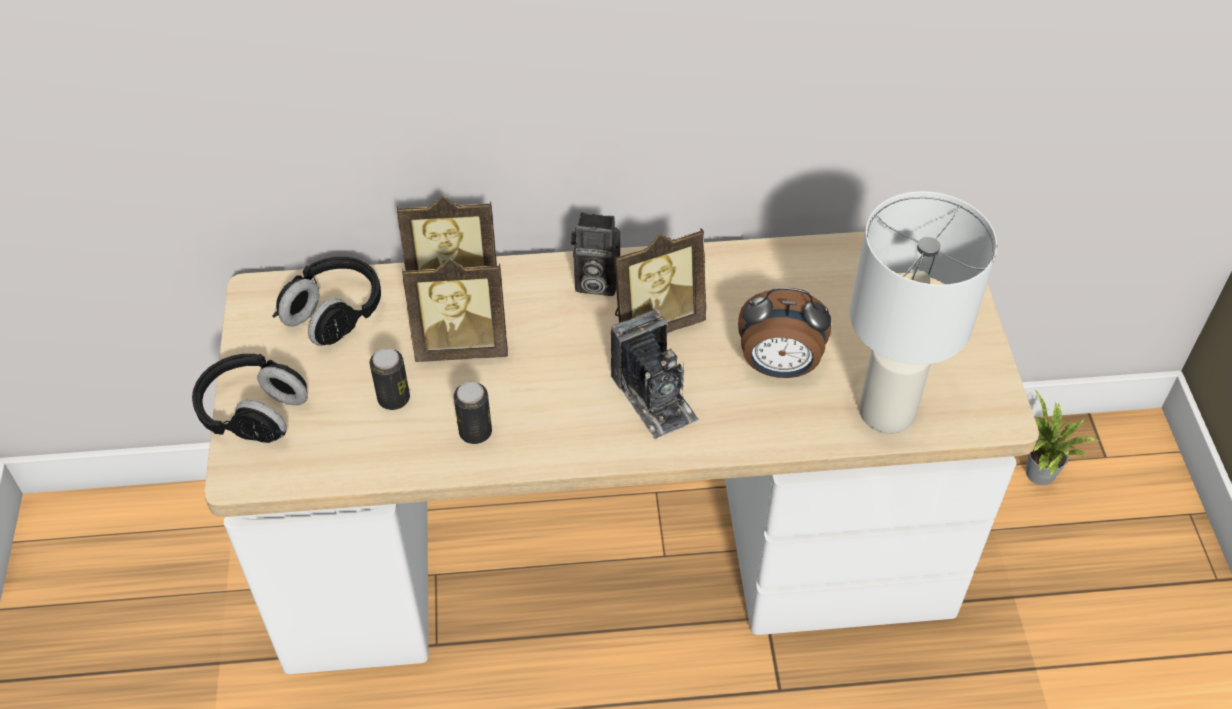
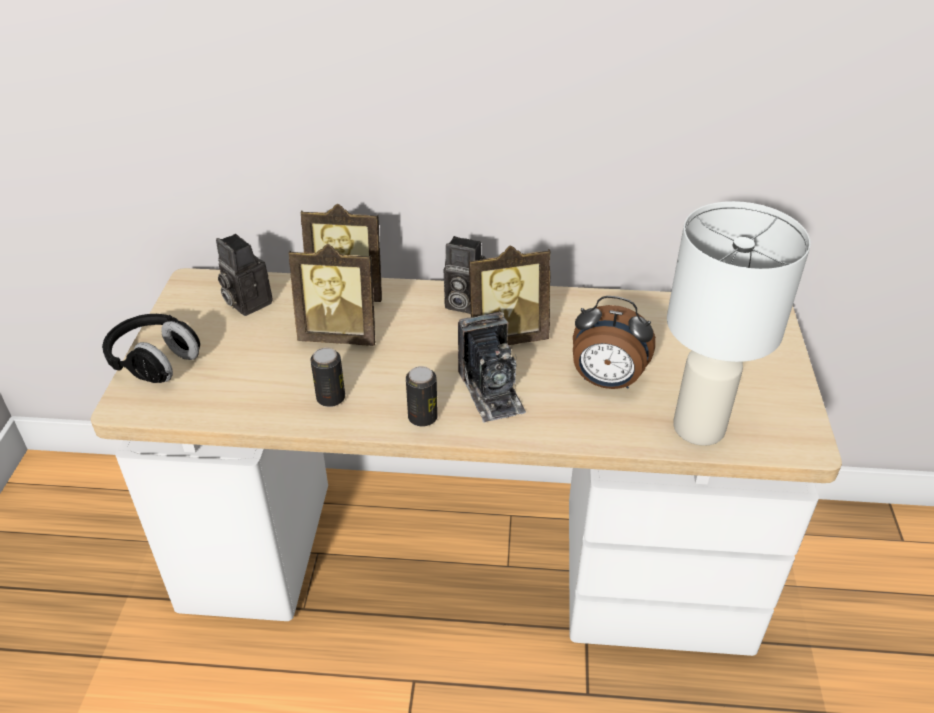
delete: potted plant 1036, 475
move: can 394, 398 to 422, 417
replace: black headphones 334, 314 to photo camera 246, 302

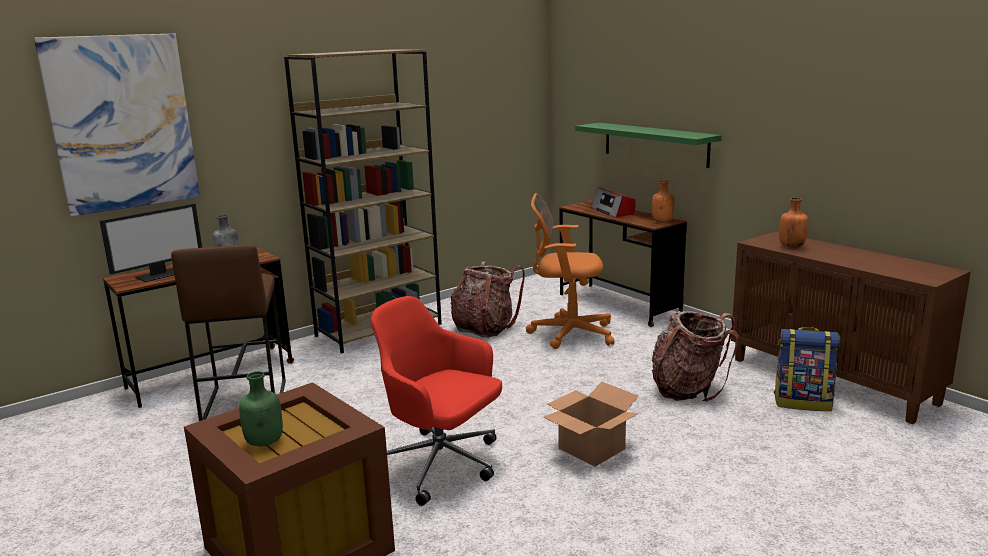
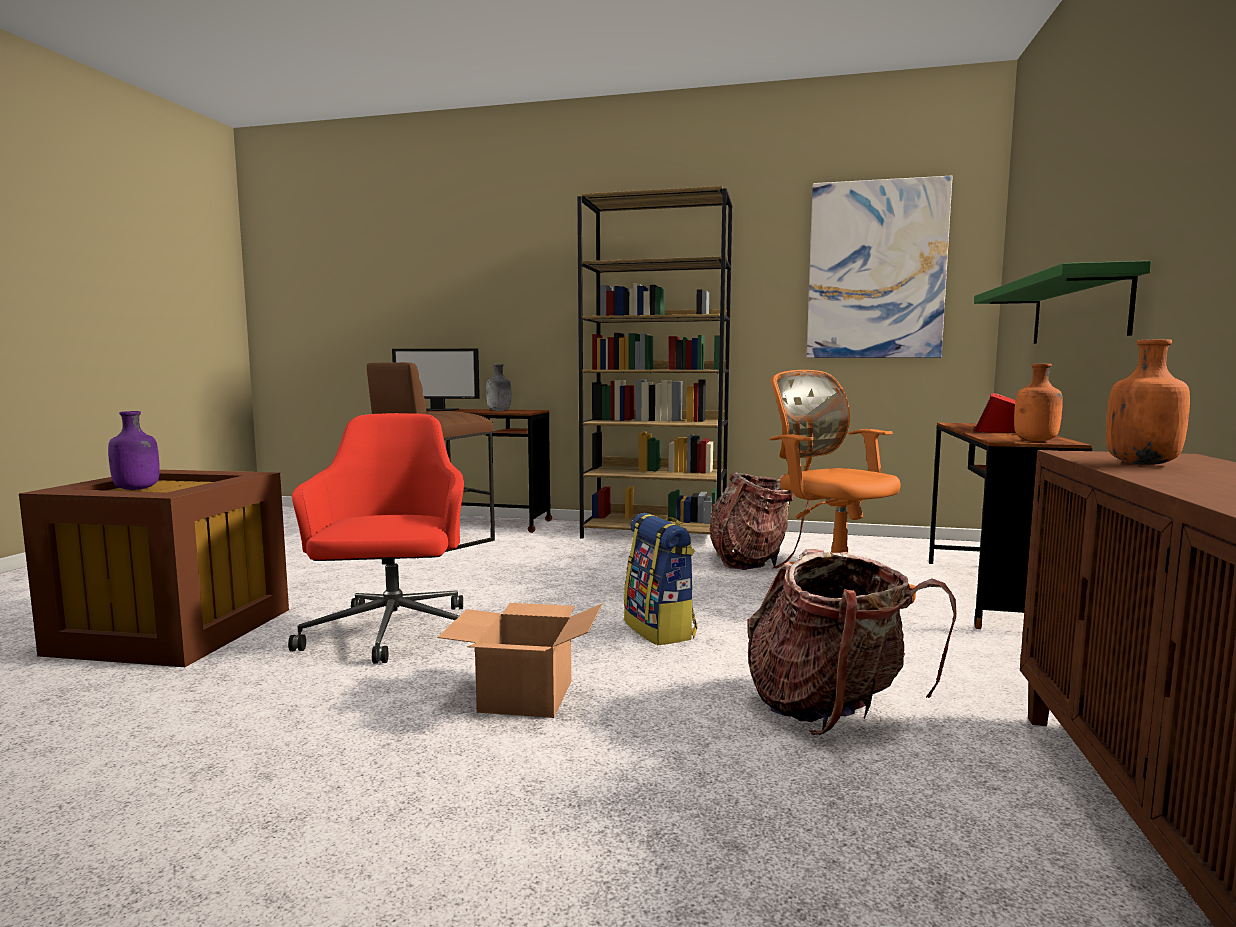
move: picture 122, 123 to 876, 270; backpack 803, 402 to 660, 630
recolor: green bottle 265, 442 to purple bottle 137, 489

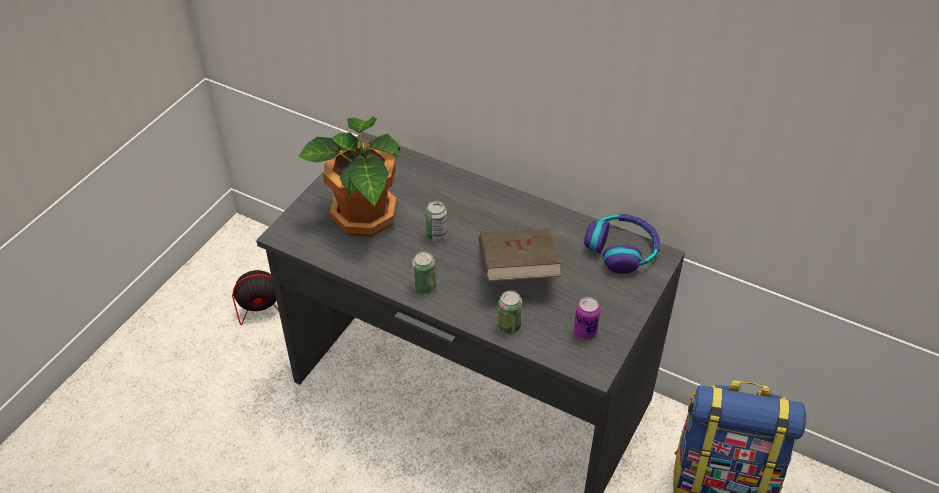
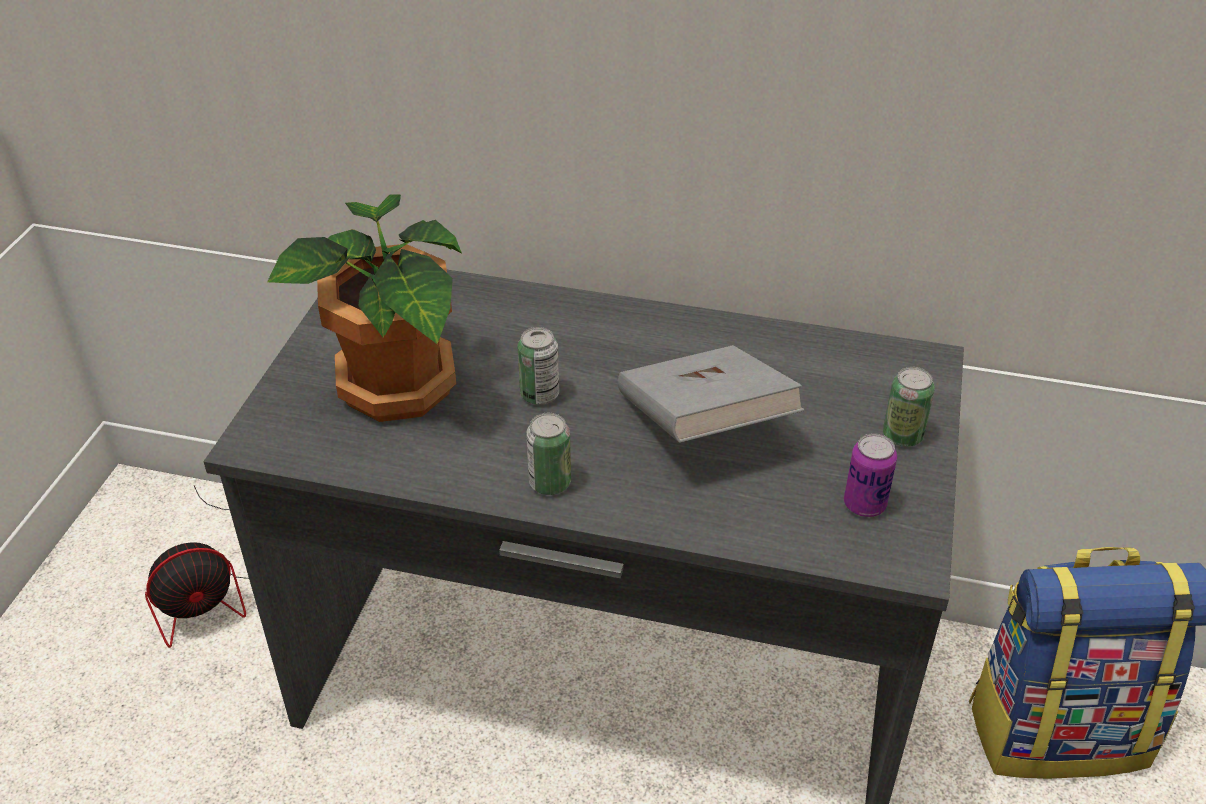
delete: headphones 622, 249
move: can 509, 326 to 902, 436
recolor: brown book 517, 270 to grey book 703, 425

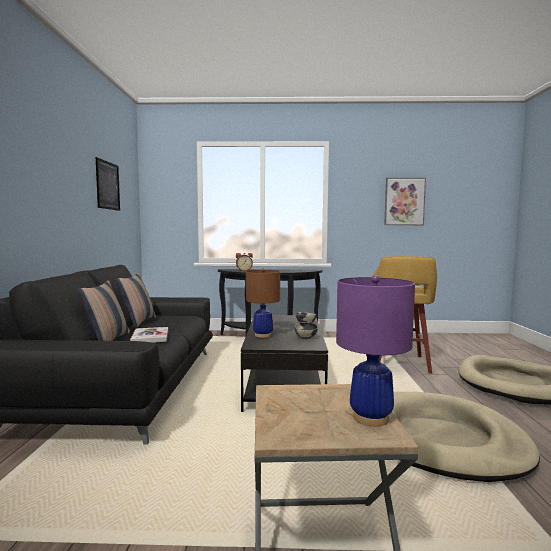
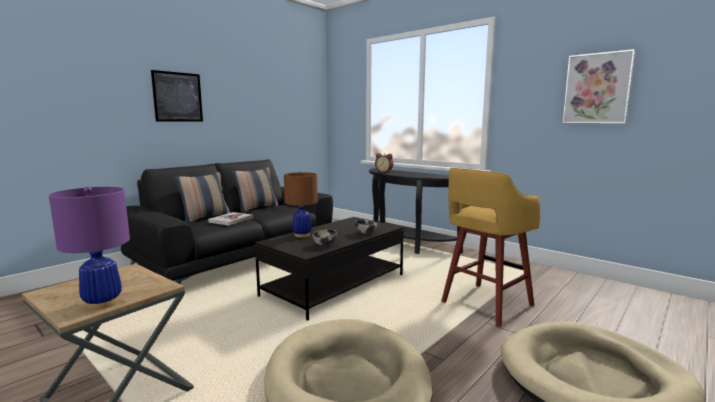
move: picture 108, 185 to 178, 97

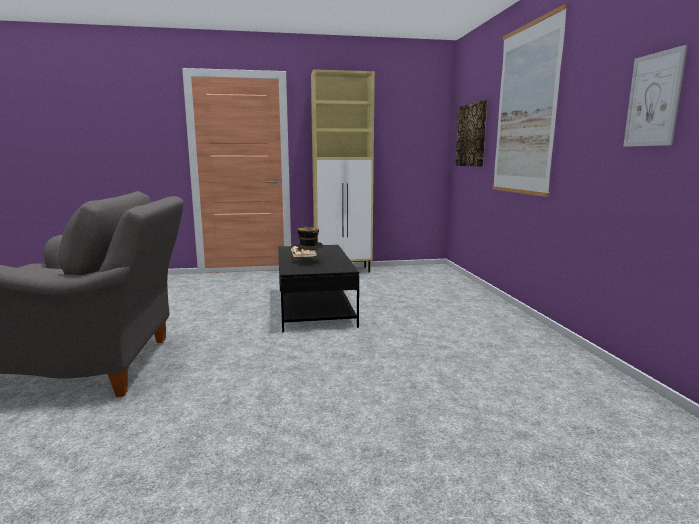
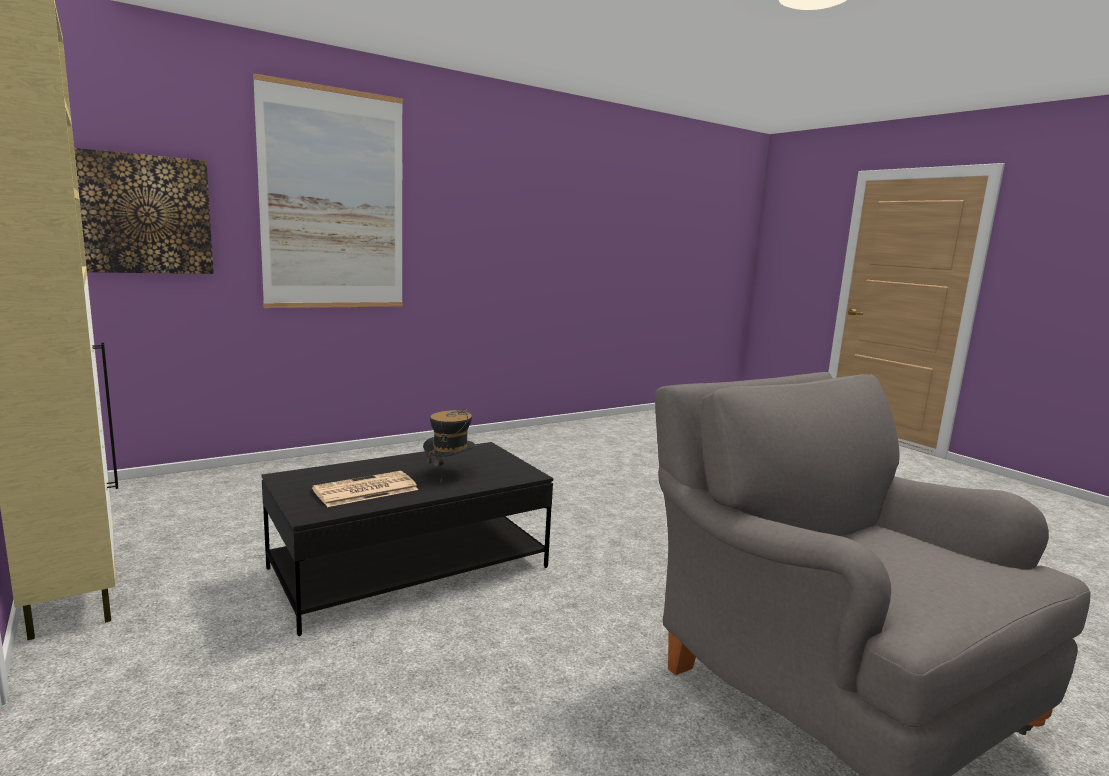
delete: picture 653, 100

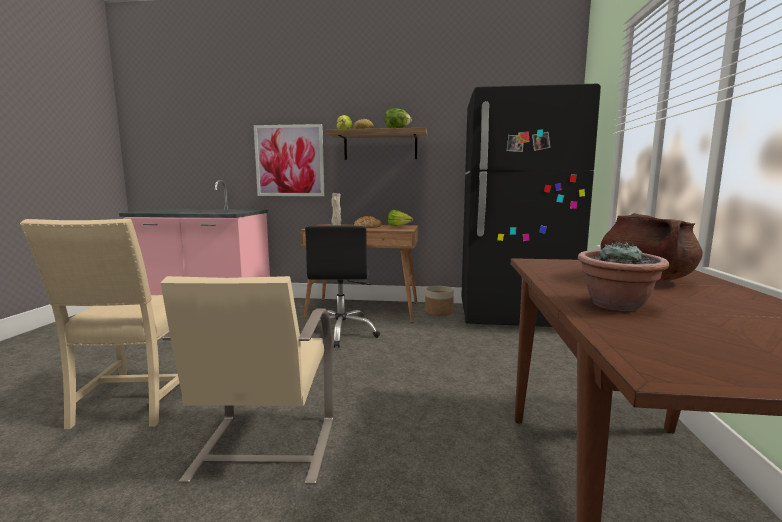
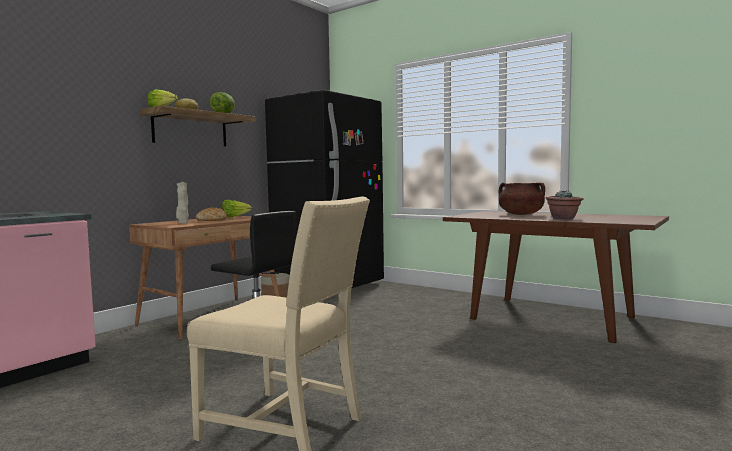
delete: picture 289, 161; beige chair 263, 449

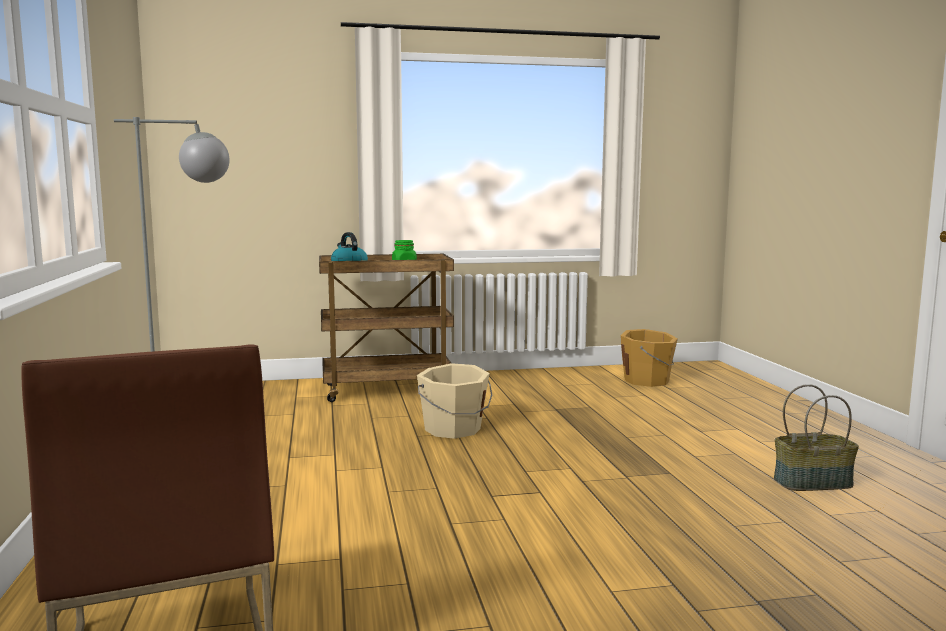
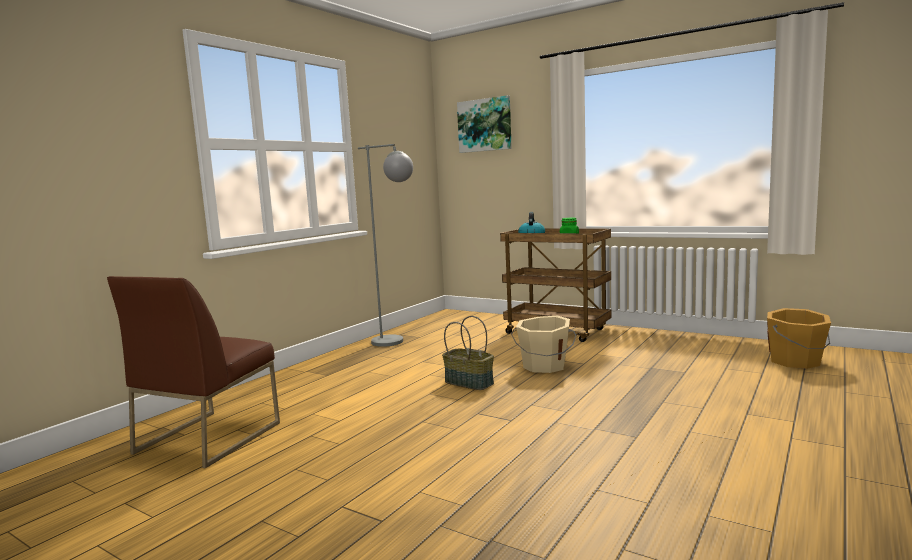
insert: picture 485, 125
move: basket 812, 482 to 469, 382

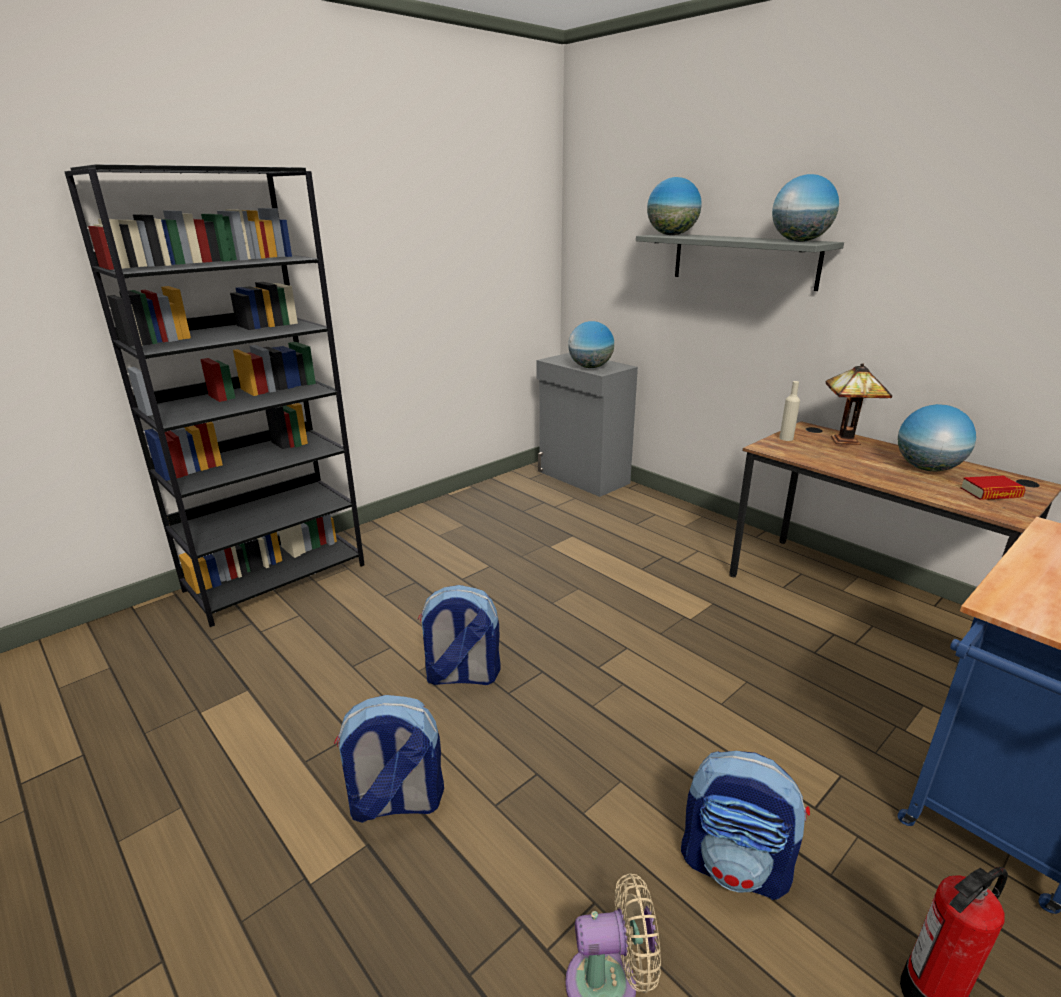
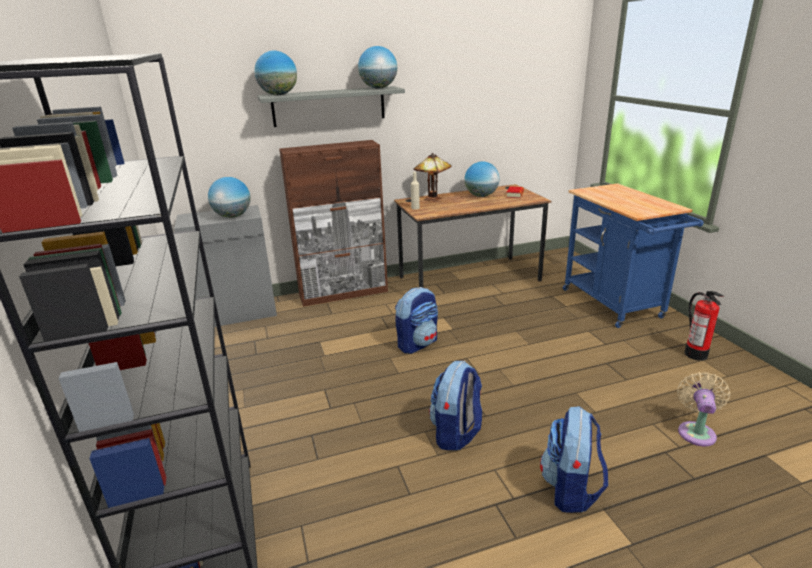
insert: brown cabinet 344, 293
move: backpack 735, 865 to 417, 343

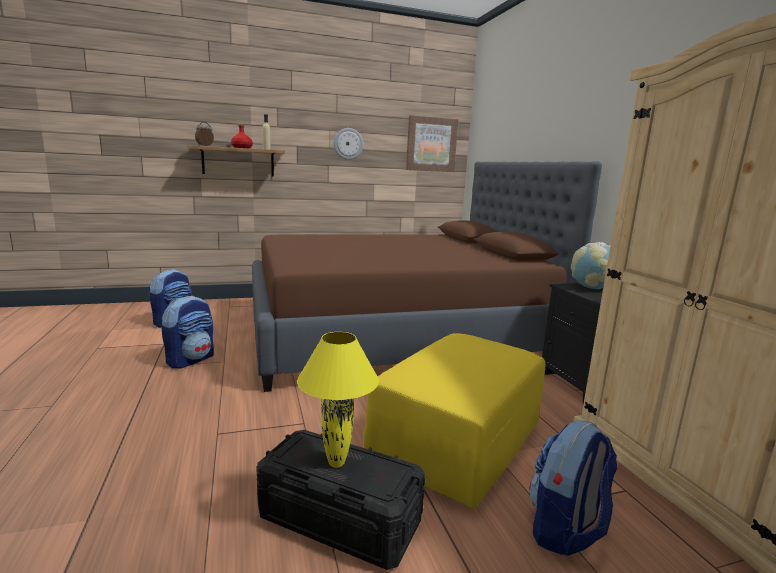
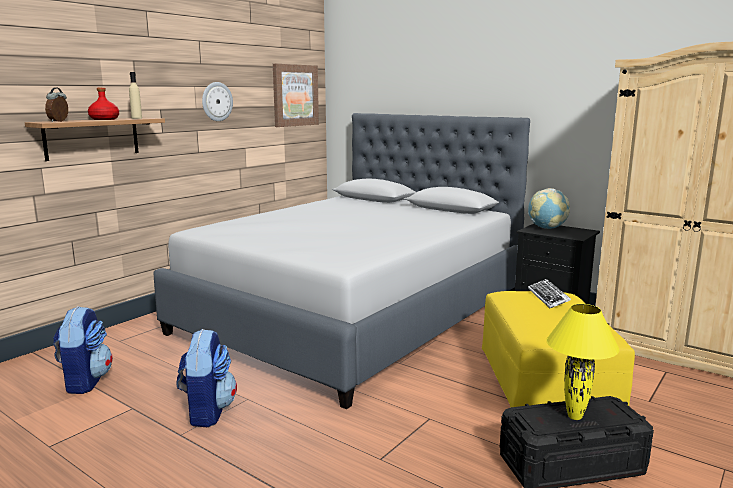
delete: backpack 565, 530
insert: keyboard 548, 297
recolor: brown bed 395, 333 to grey bed 354, 314

